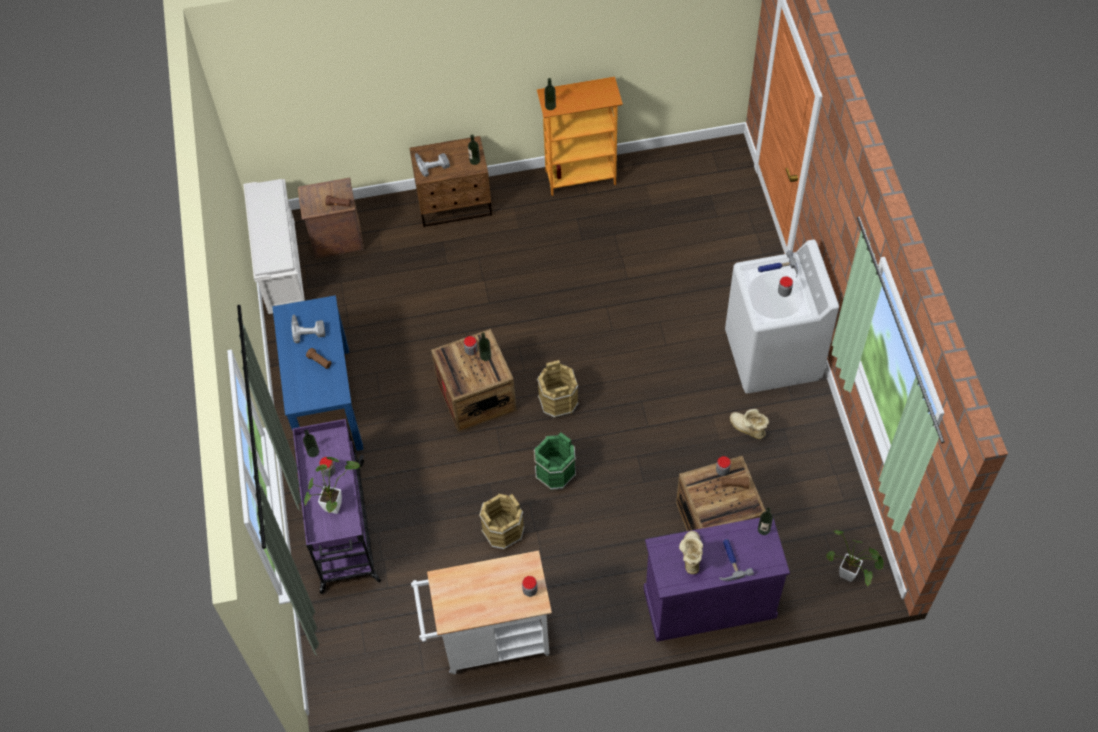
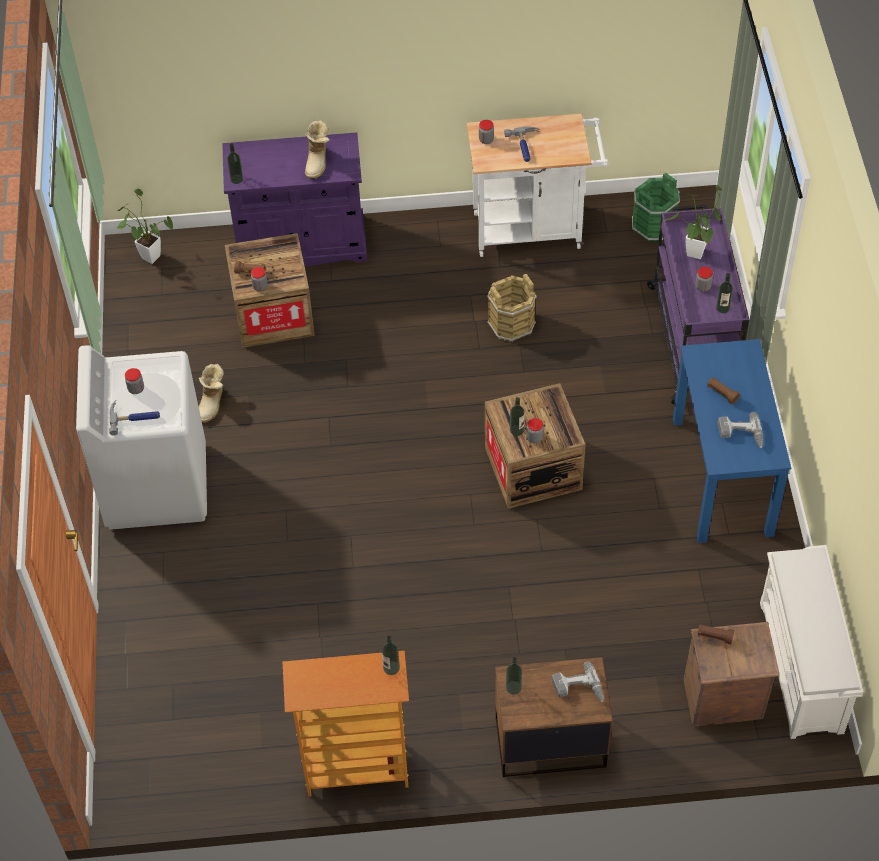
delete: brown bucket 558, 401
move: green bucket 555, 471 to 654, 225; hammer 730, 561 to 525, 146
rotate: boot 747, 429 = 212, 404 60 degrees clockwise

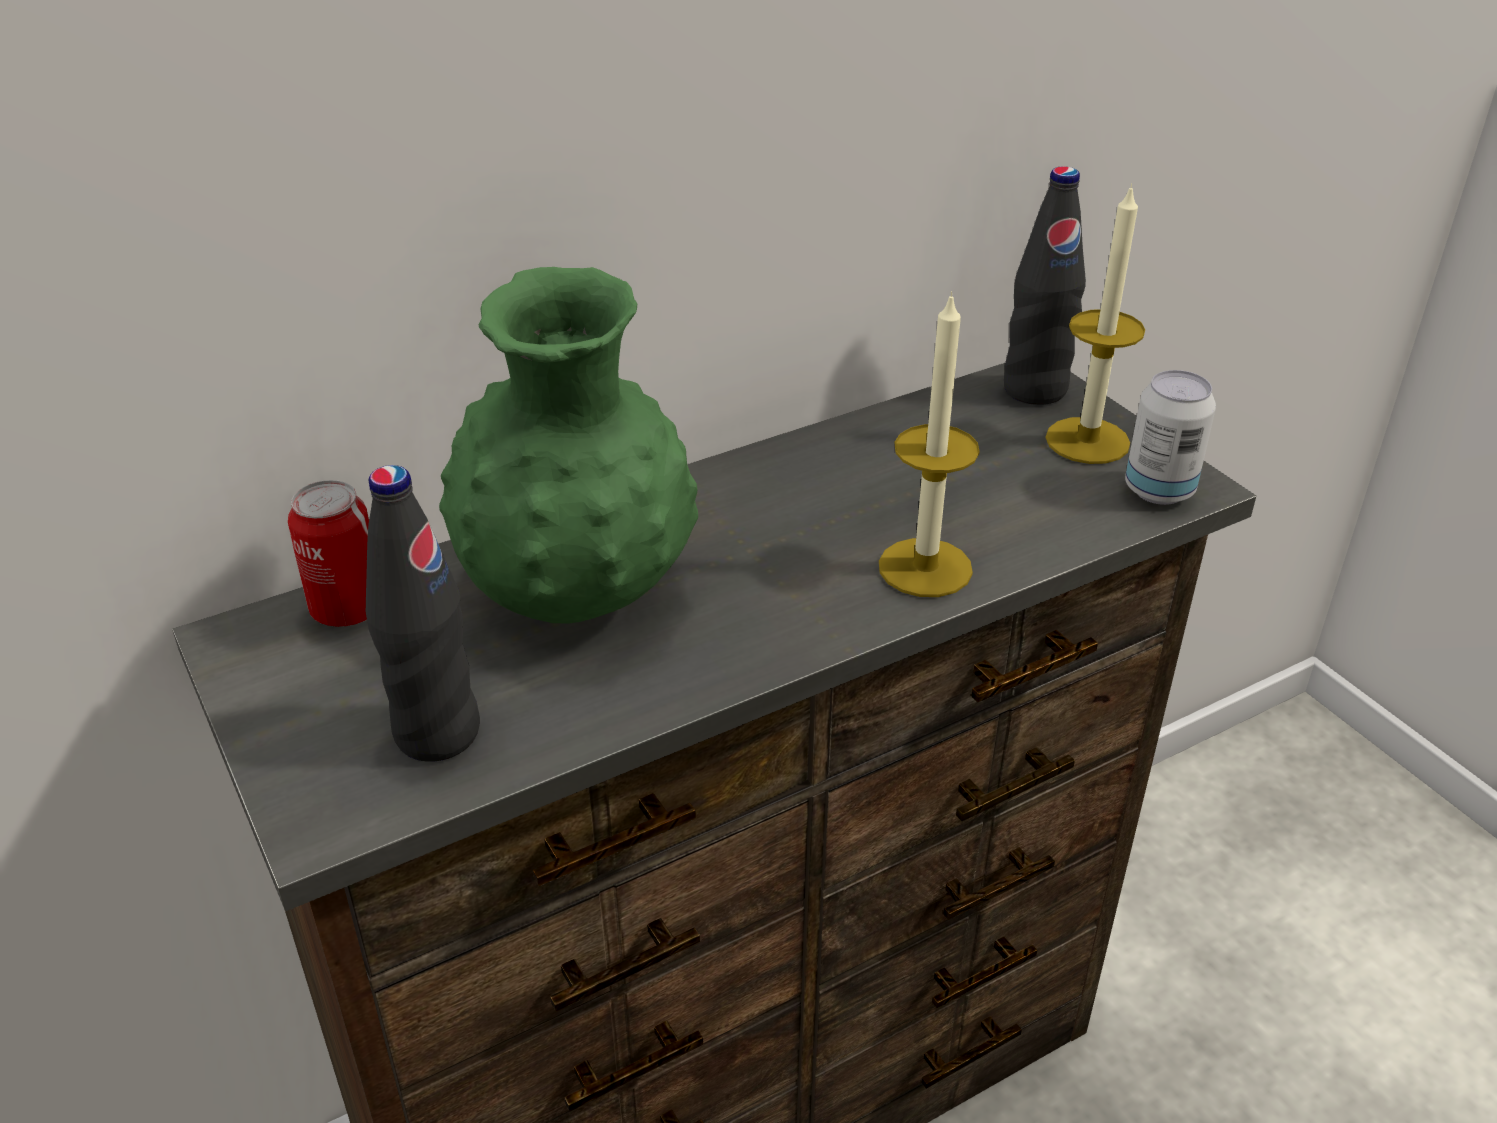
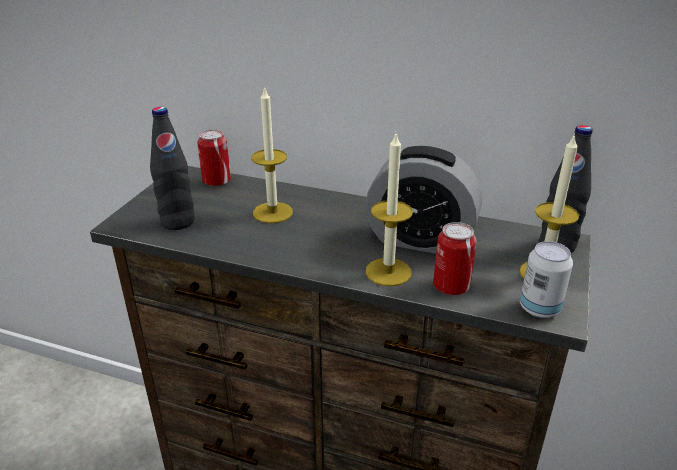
insert: alarm clock 420, 240; can 451, 286
replace: green vase 577, 595 to candle 272, 212

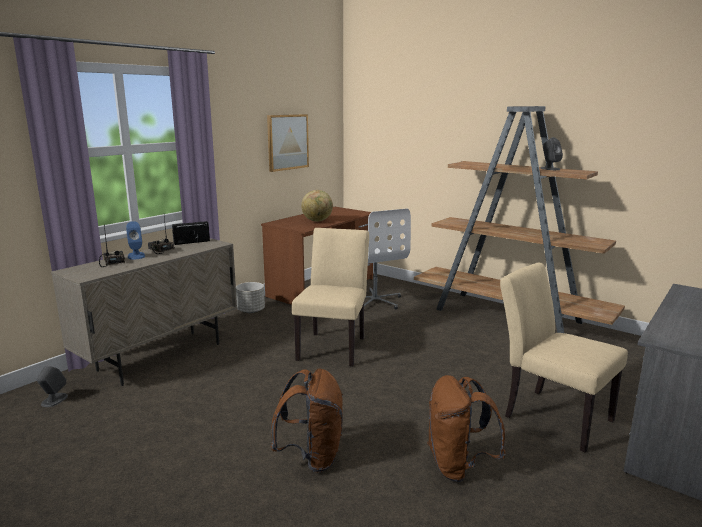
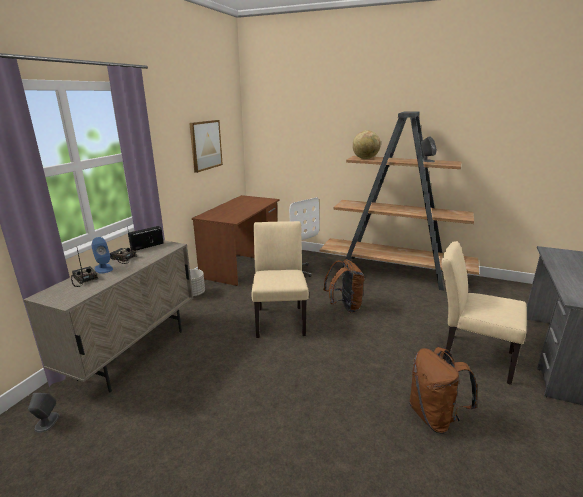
move: globe 317, 221 to 365, 158; brown backpack 312, 457 to 344, 306

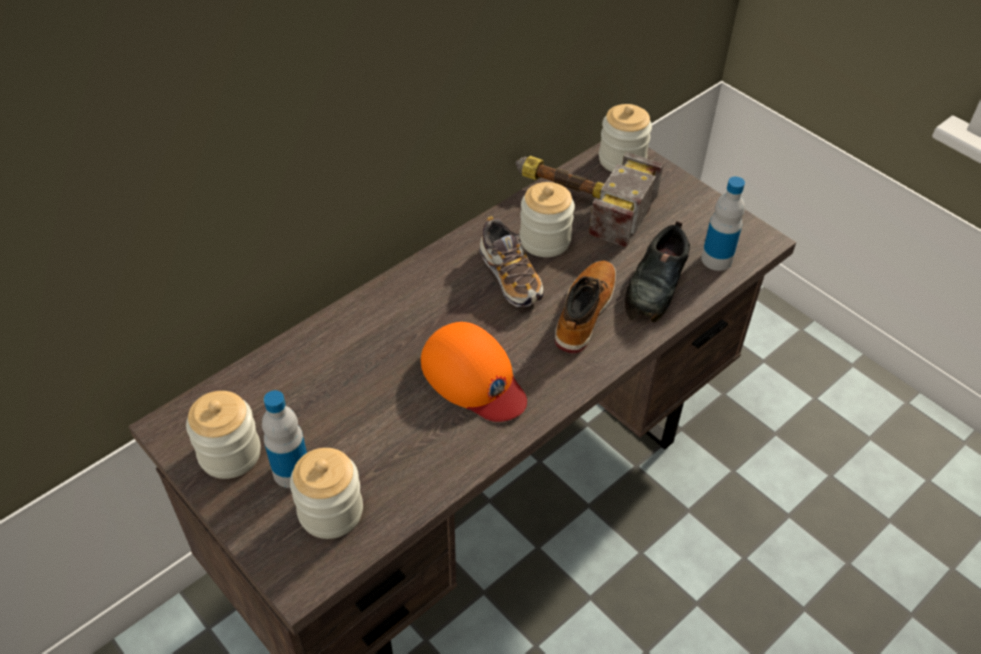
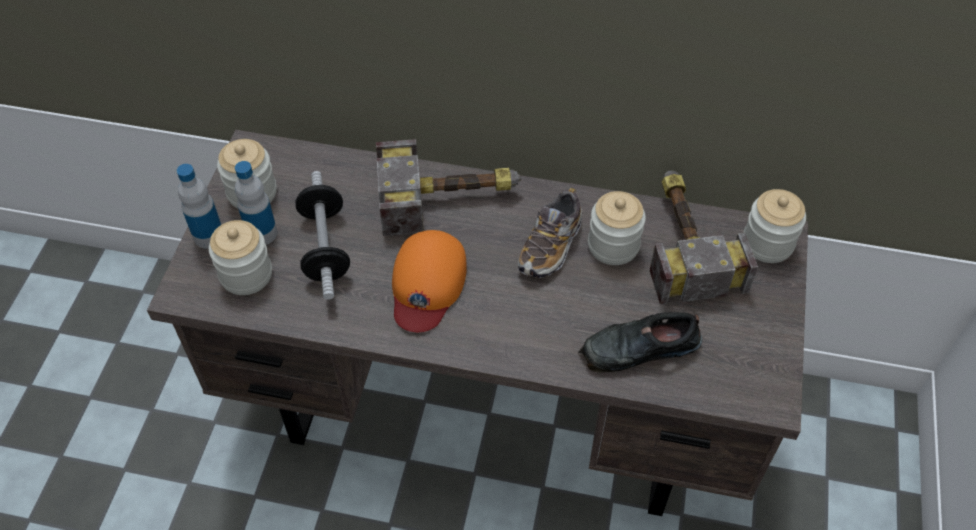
delete: boot 583, 312
insert: hammer 451, 197; dumbbell 325, 247
move: bottle 716, 259 to 208, 236

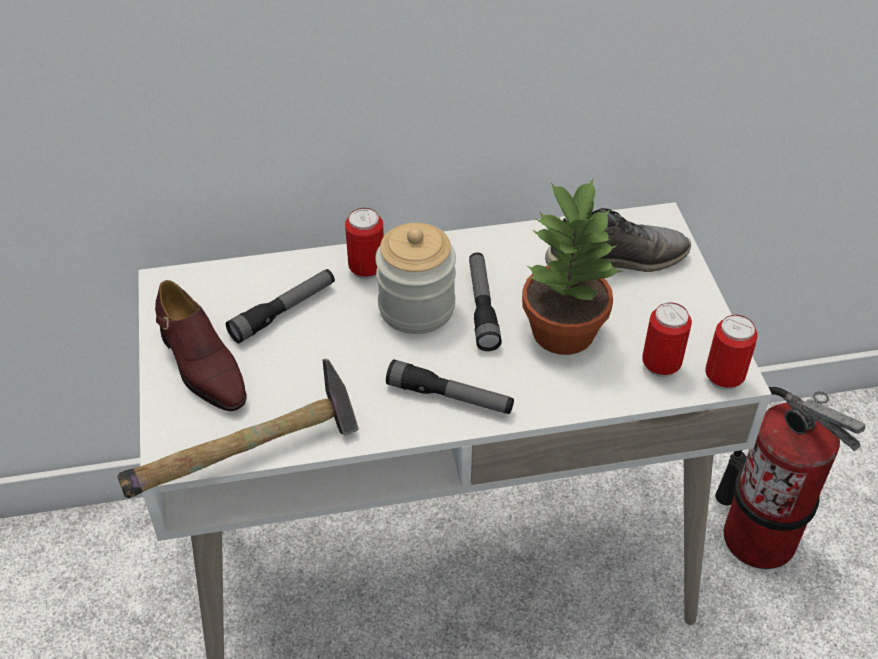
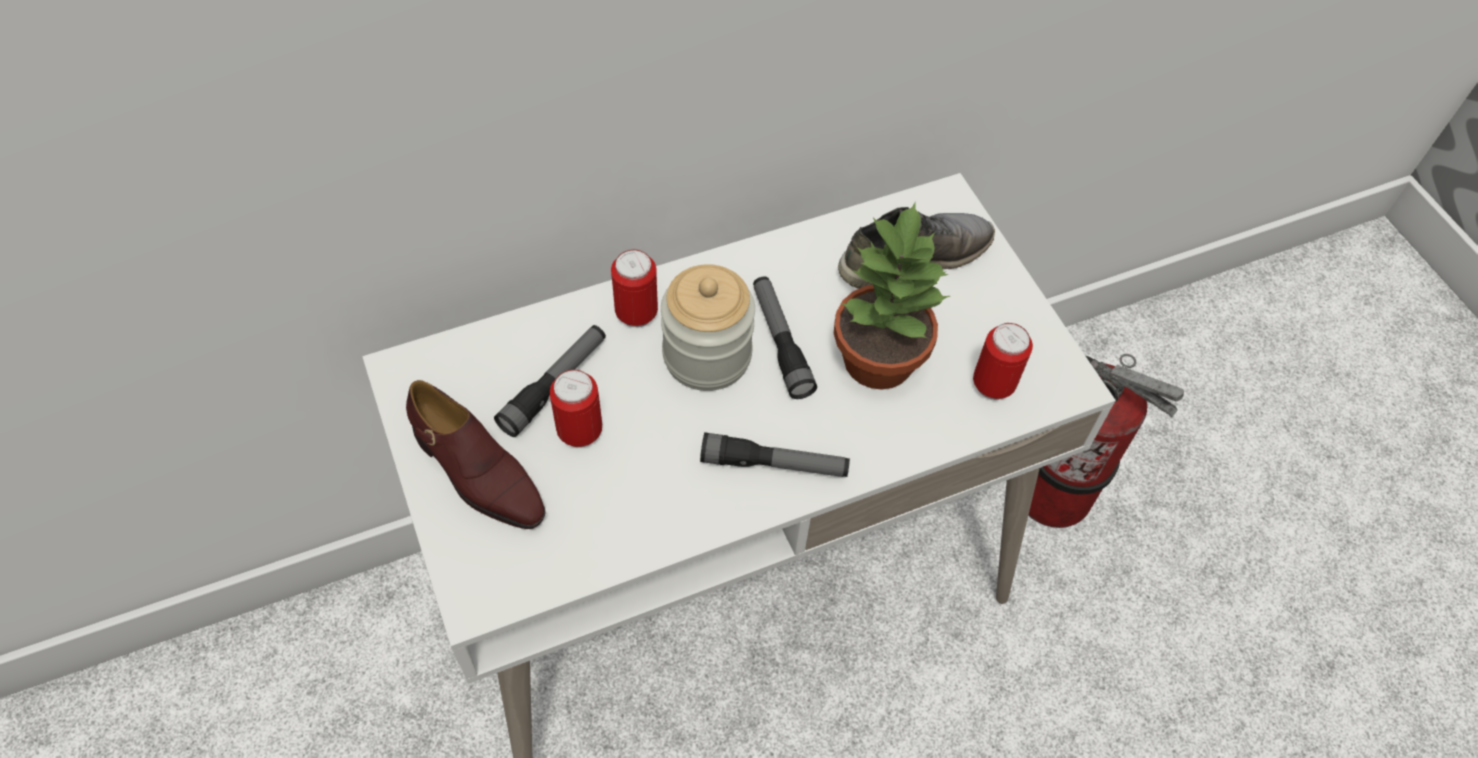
delete: hammer 250, 456
move: can 723, 378 to 580, 432

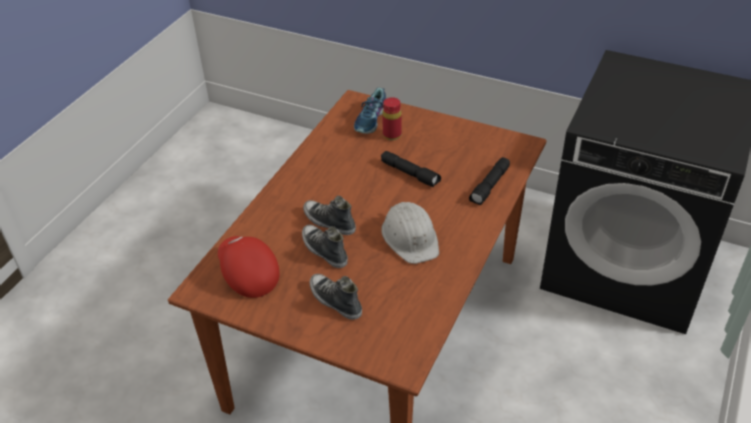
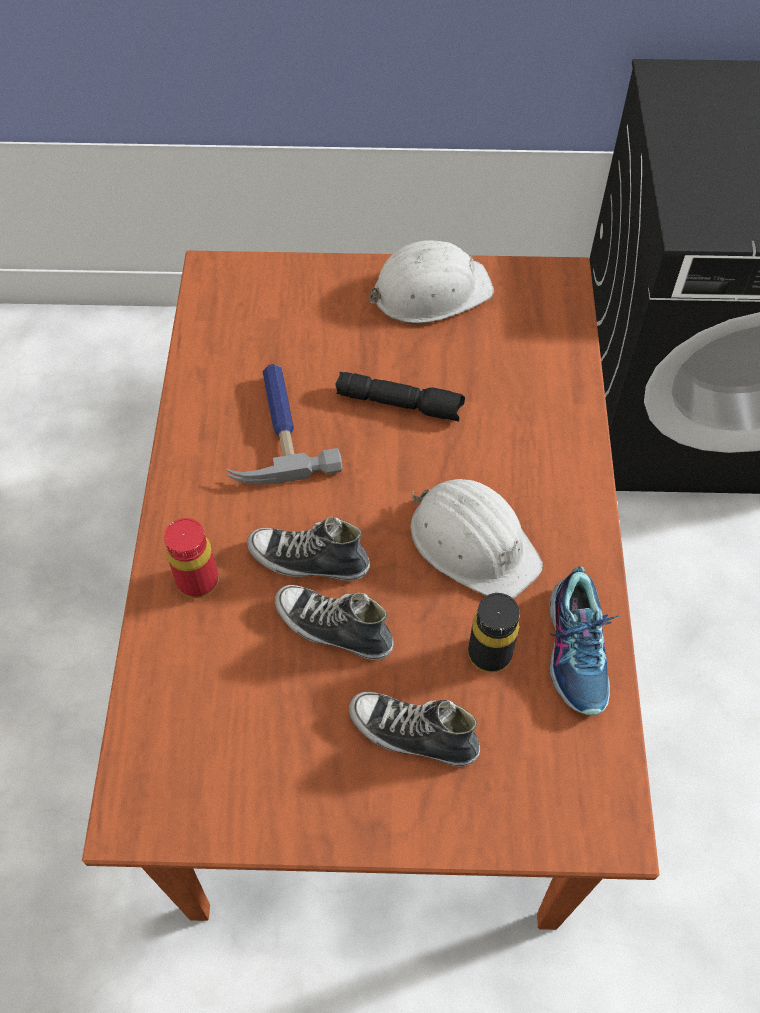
delete: black flashlight 490, 186; red cap 247, 274
insert: white hard hat 430, 291; hammer 276, 429; black bottle 489, 653
move: shoe 371, 120 to 578, 651; red bottle 392, 135 to 198, 581

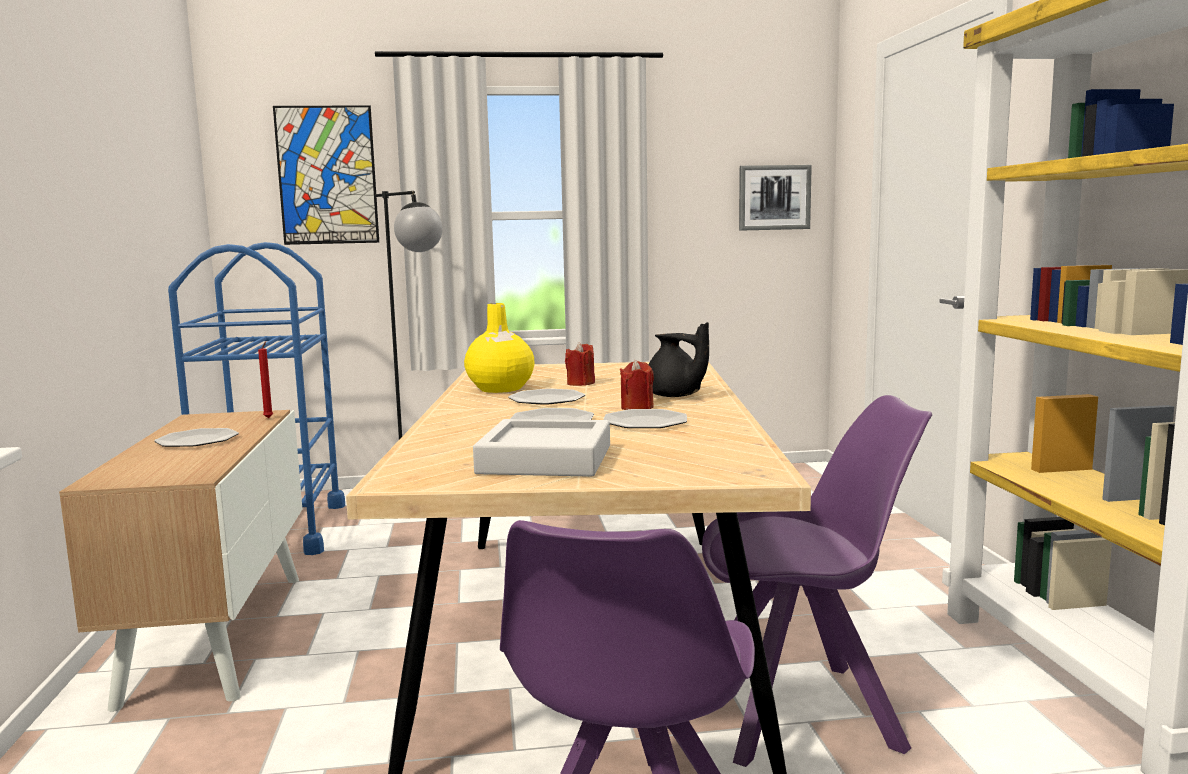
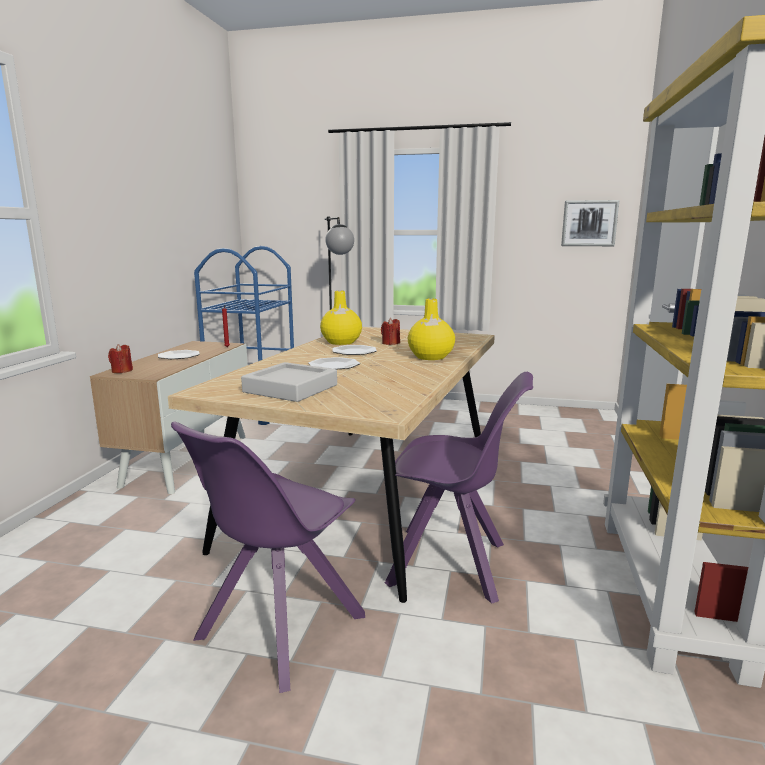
delete: picture 327, 175; plate 645, 422
move: red candle 637, 407 to 122, 371
replace: black teapot 675, 396 to yellow vase 430, 357

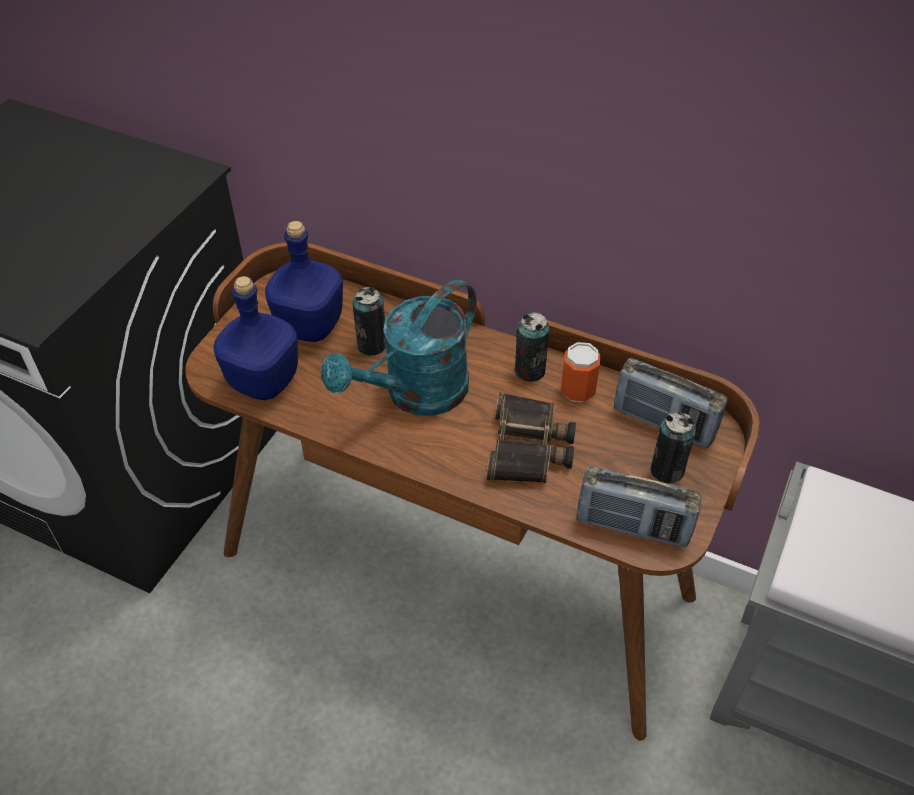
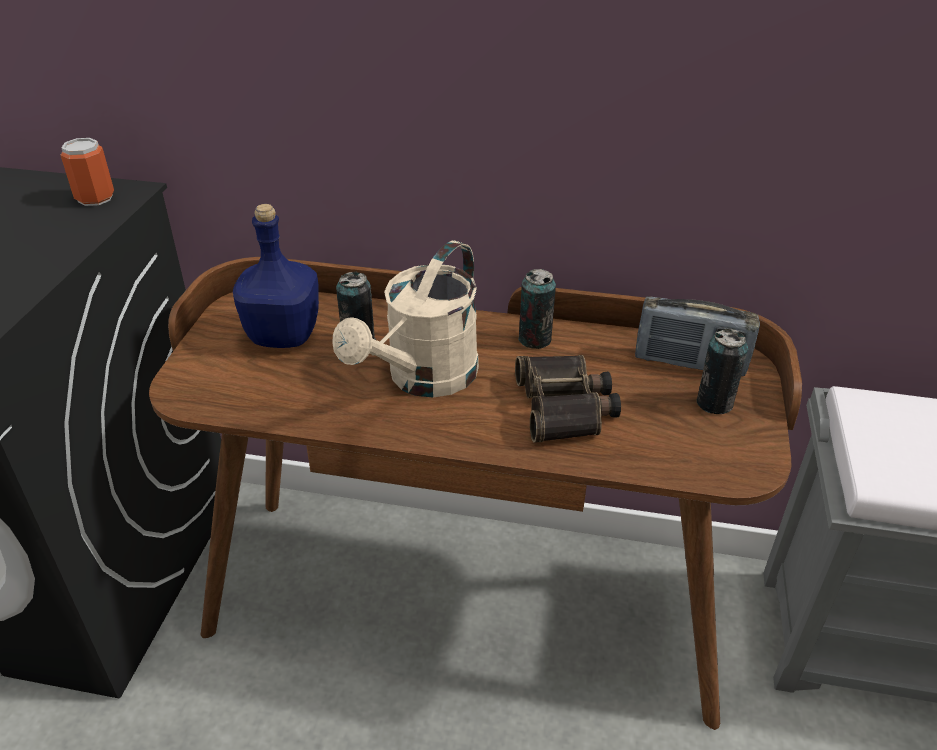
delete: blue bottle 263, 382; radio 632, 526
move: can 577, 391 to 95, 198
recolor: turquoise watering can 415, 395 to beige watering can 423, 379

